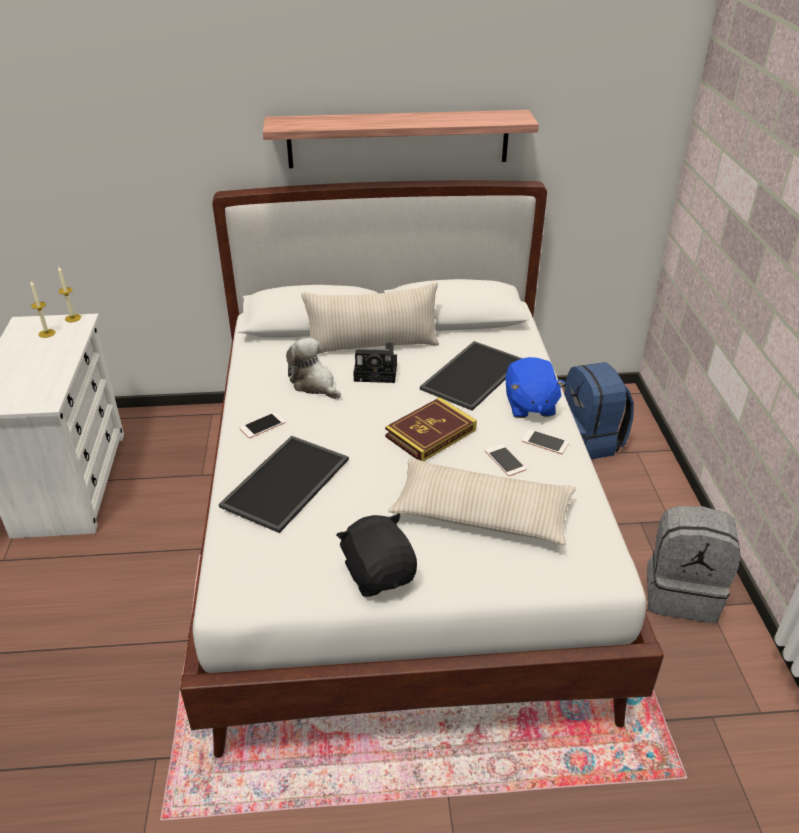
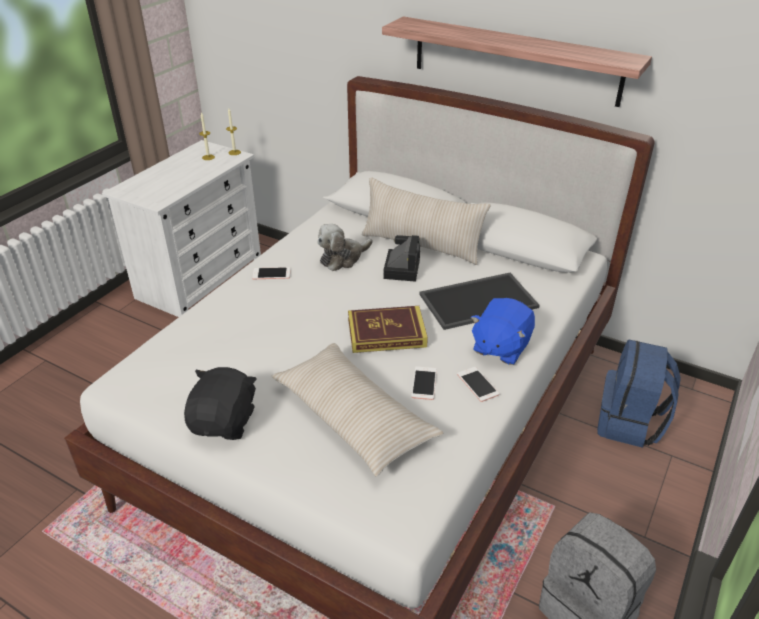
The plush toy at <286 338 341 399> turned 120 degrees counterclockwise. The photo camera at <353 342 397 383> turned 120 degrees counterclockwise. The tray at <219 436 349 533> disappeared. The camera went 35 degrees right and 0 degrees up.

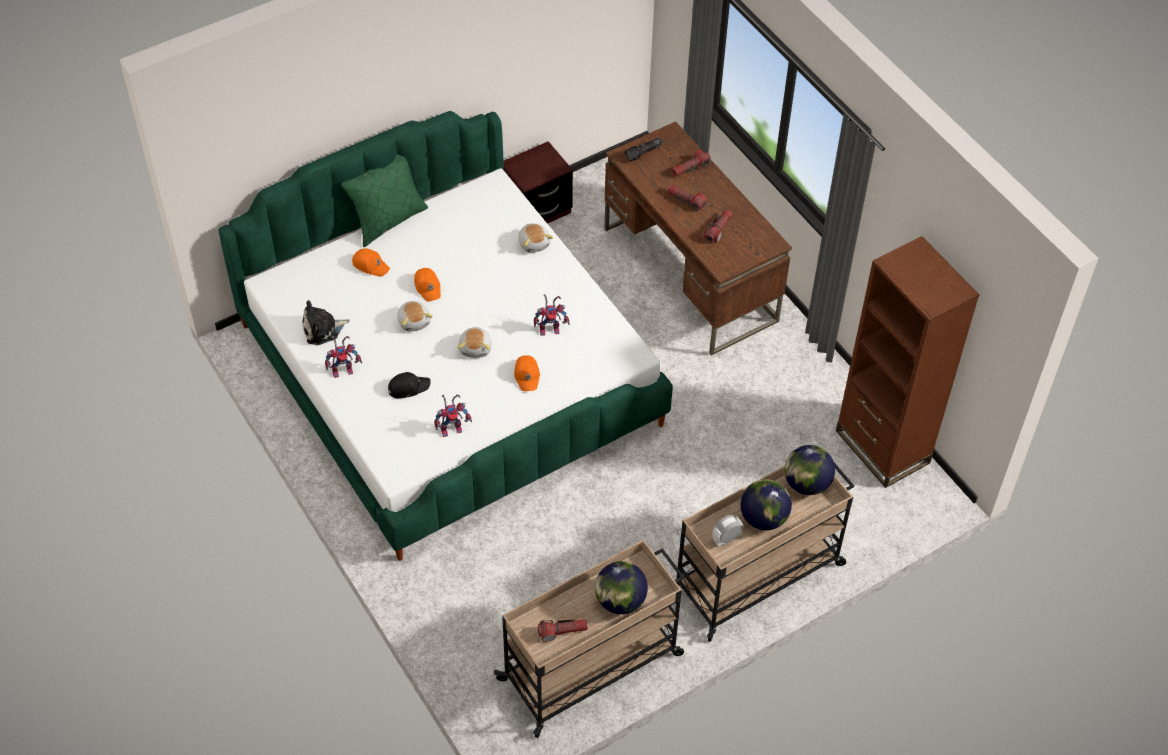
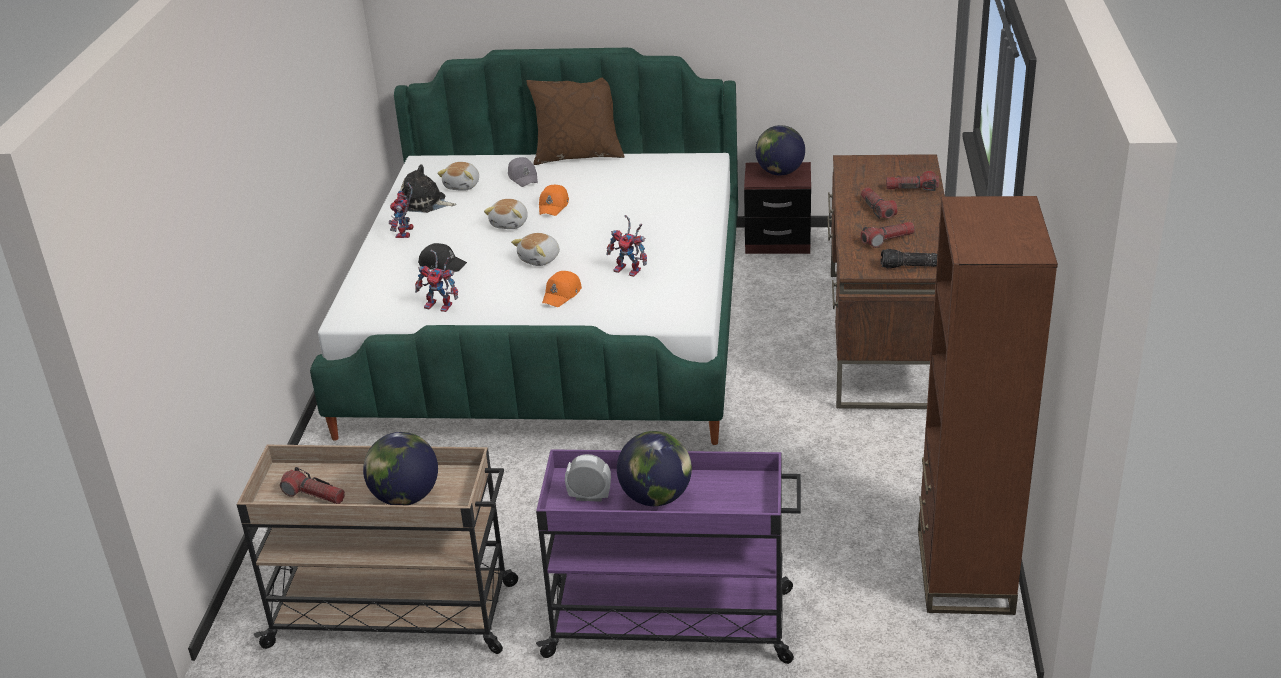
The toy robot at <325 336 362 378> turned 75 degrees clockwise. The plush toy moved from <518 223 553 253> to <437 162 479 191>. The orange cap at <352 248 390 277> became the grey cap at <508 157 538 187>. The green pillow at <341 155 428 247> became the brown pillow at <526 78 625 165>. The beige cart at <677 462 854 642> became the purple cart at <536 449 801 664>. The globe moved from <785 445 835 495> to <755 125 805 175>. The flashlight moved from <625 137 663 161> to <881 249 937 268>. The camera went 40 degrees right and 20 degrees down.

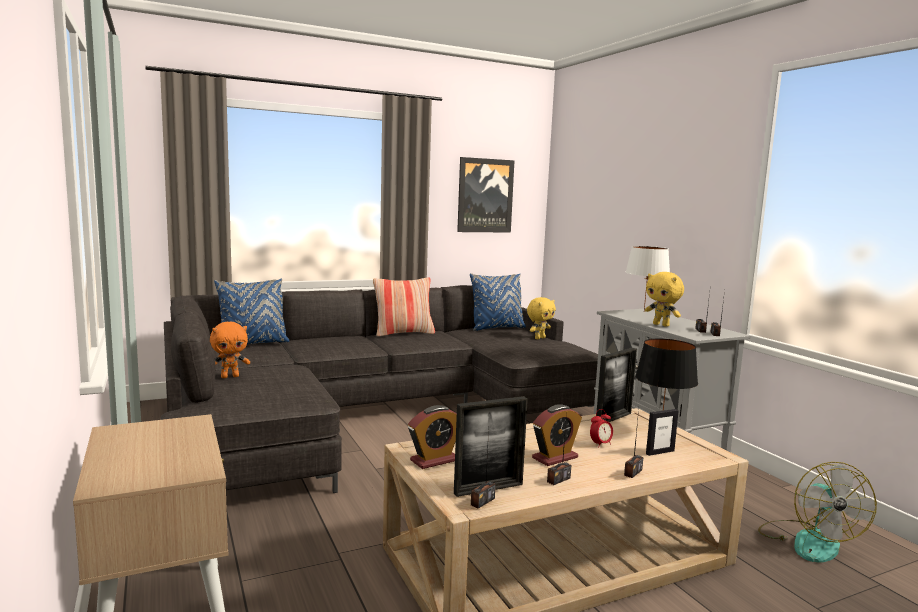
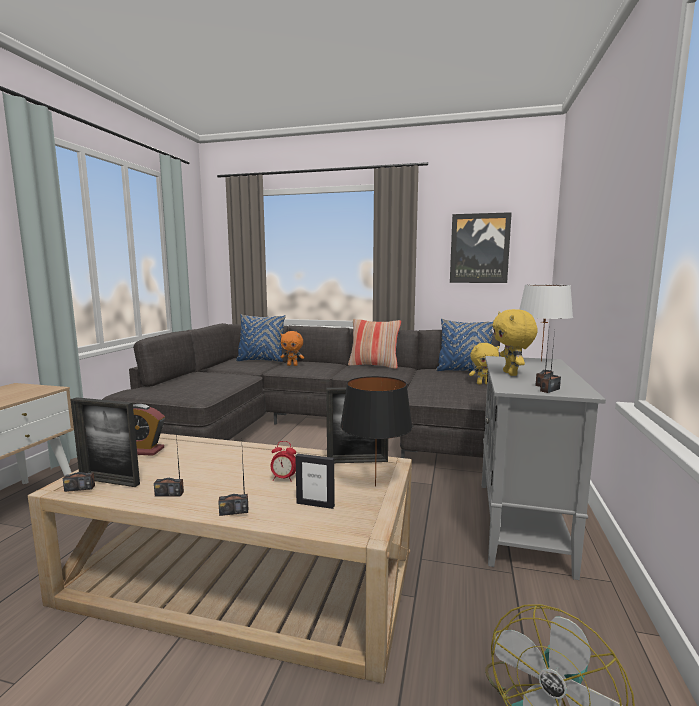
The orange plush toy moved from <210 322 250 378> to <281 331 304 366>. The alarm clock at <532 404 582 466> disappeared. The camera went 40 degrees right and 0 degrees up.

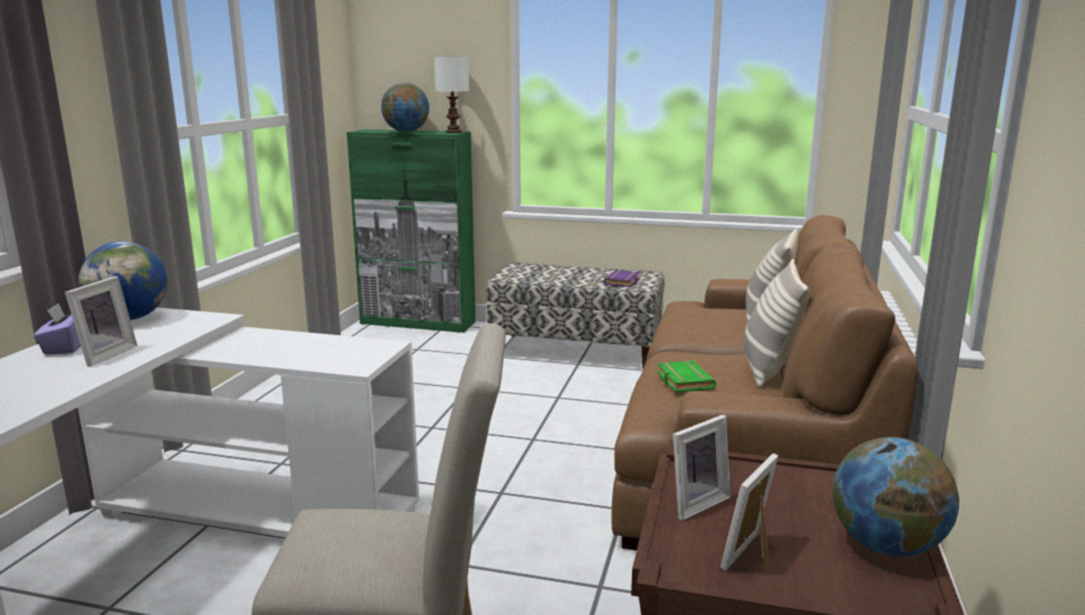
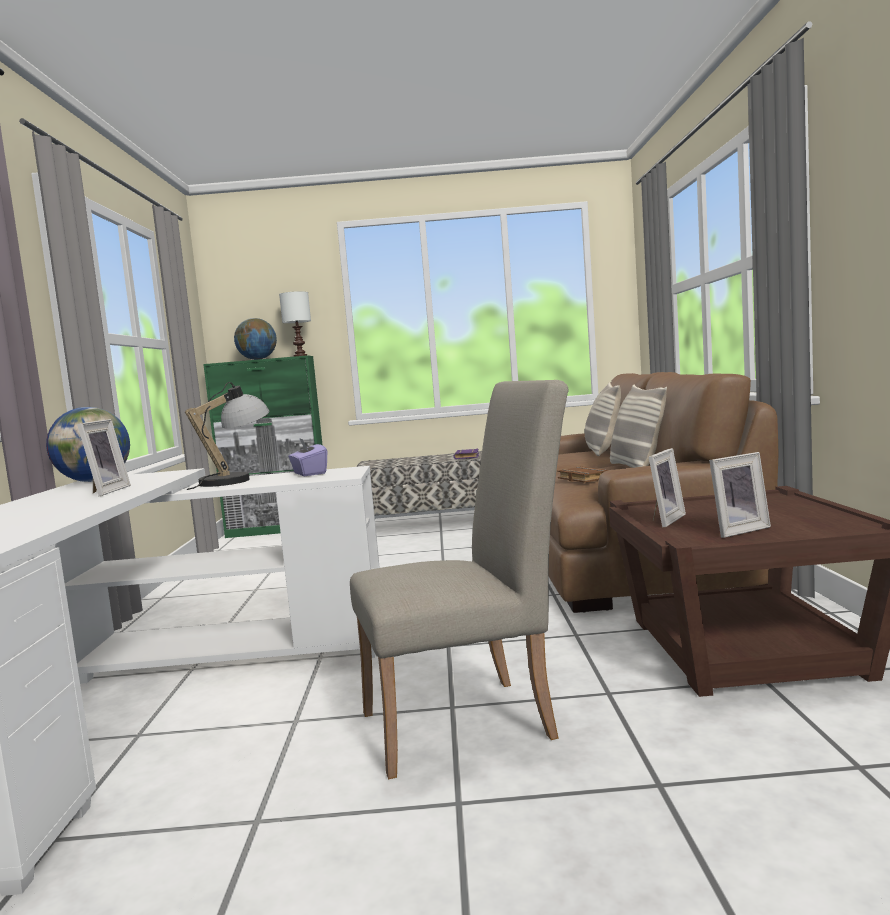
The table lamp at <185 382 270 490> appeared. The purple tissue box moved from <34 303 81 355> to <288 438 327 476>. The green book at <657 361 716 392> became the brown book at <557 467 609 483>. The picture frame at <720 453 779 571> turned 135 degrees counterclockwise. The globe at <833 437 959 556> disappeared. The camera went 15 degrees left and 10 degrees down.

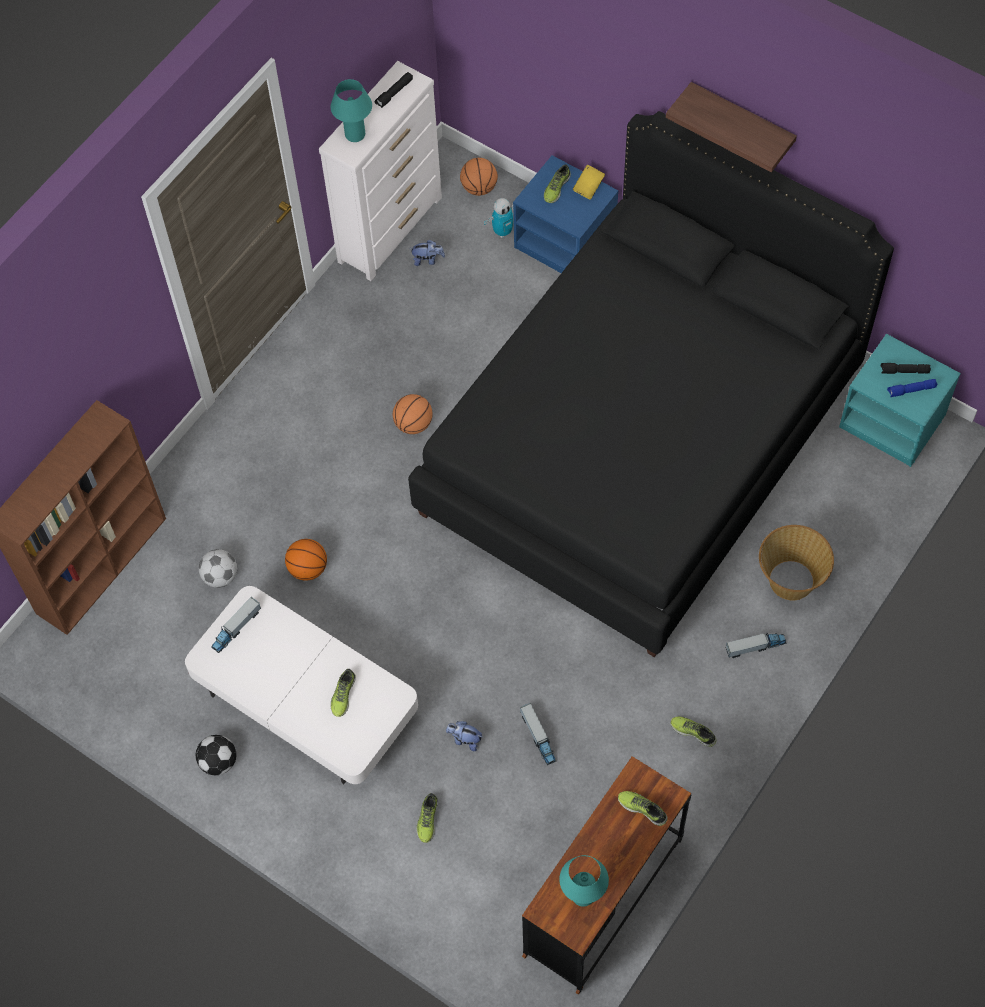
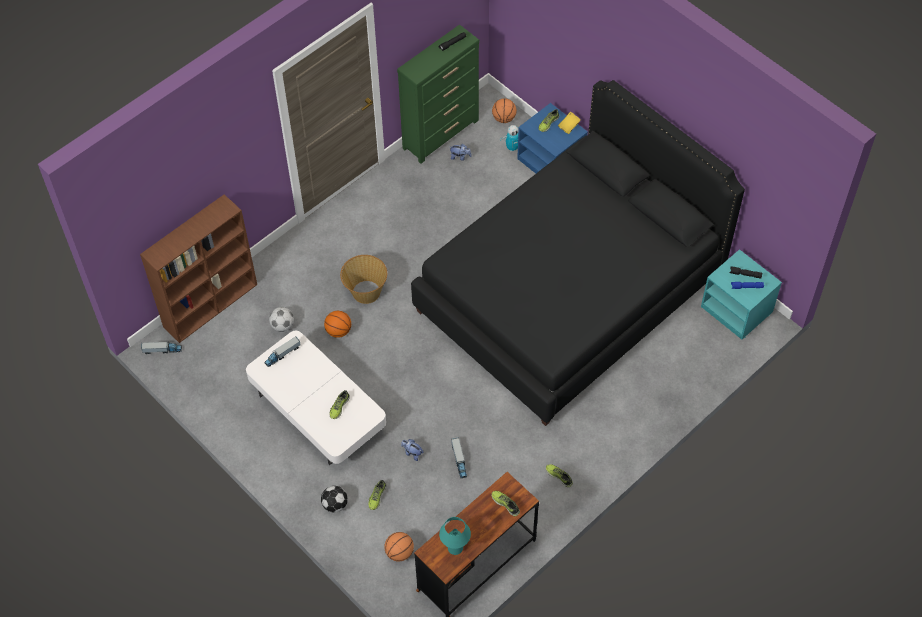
The toy truck moved from <726 632 786 658> to <141 341 182 354>. The football moved from <196 735 236 775> to <321 486 348 513>. The basket moved from <759 525 834 600> to <340 255 387 304>. The basketball moved from <393 394 433 434> to <384 532 414 562>. The white dresser at <319 61 442 281> became the green dresser at <397 24 479 164>. The turquoise table lamp at <331 79 372 142> disappeared. The shelf at <666 82 797 172> disappeared. The camera went 10 degrees right and 5 degrees down.

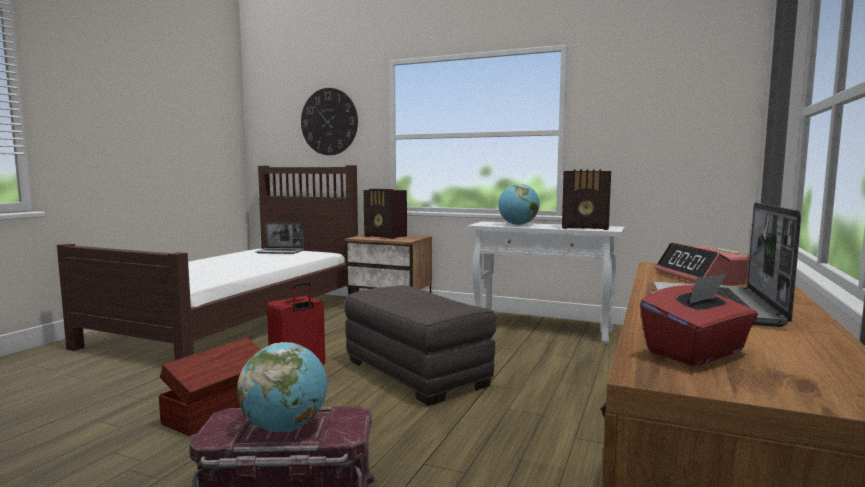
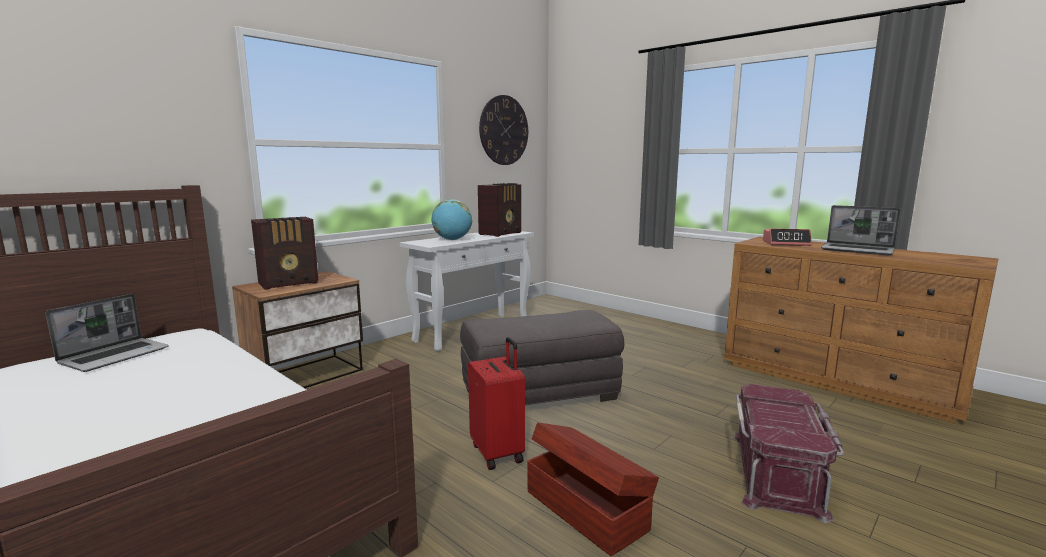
The wall clock moved from <301 88 358 155> to <479 95 528 165>. The globe at <237 342 327 433> disappeared. The red tissue box at <640 273 758 366> disappeared. The camera went 70 degrees left and 5 degrees up.

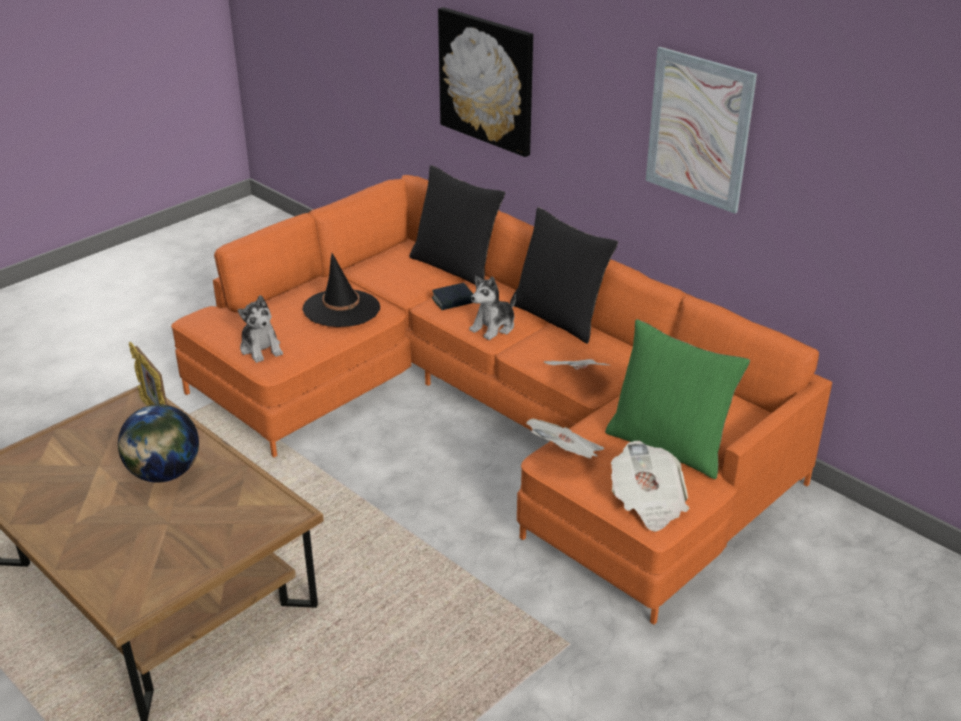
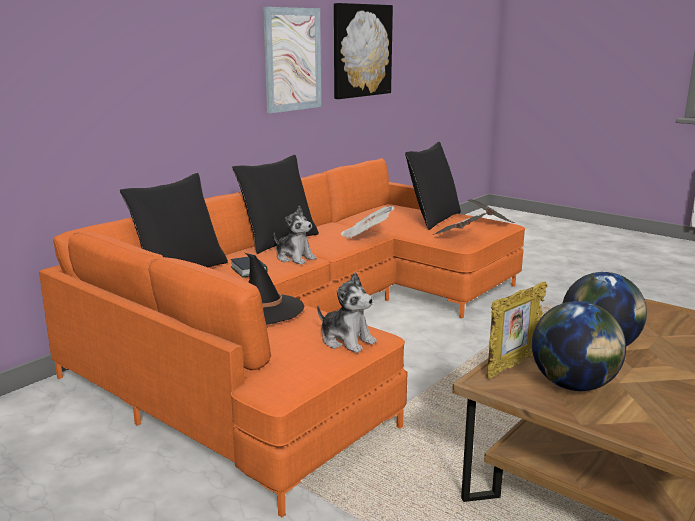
The plush toy at <238 295 283 363> turned 75 degrees clockwise. The picture moved from <438 7 533 157> to <334 3 393 99>. The green pillow at <605 319 750 479> became the black pillow at <405 141 461 230>. The globe at <532 301 626 391> appeared. The camera went 95 degrees left and 15 degrees down.

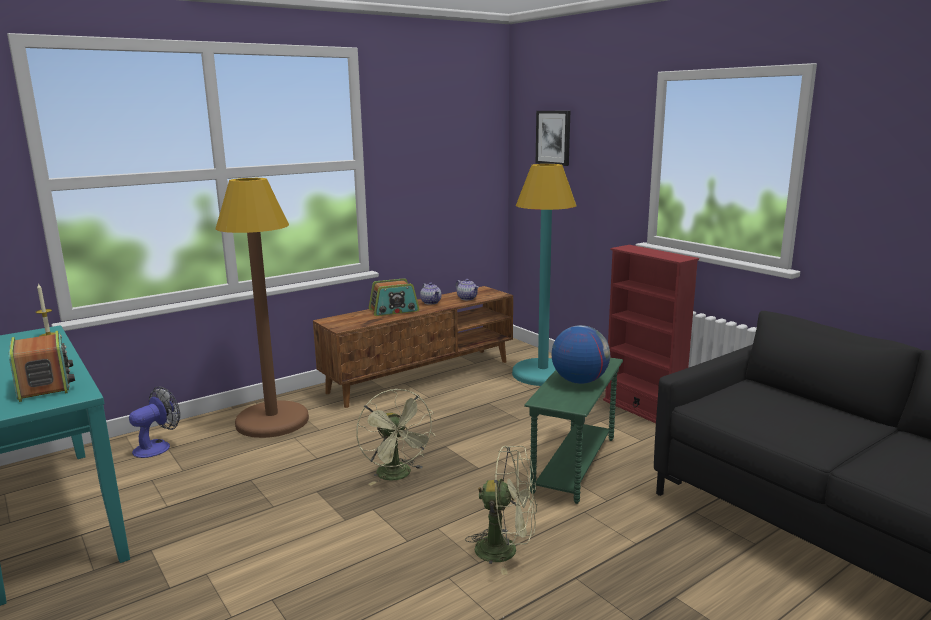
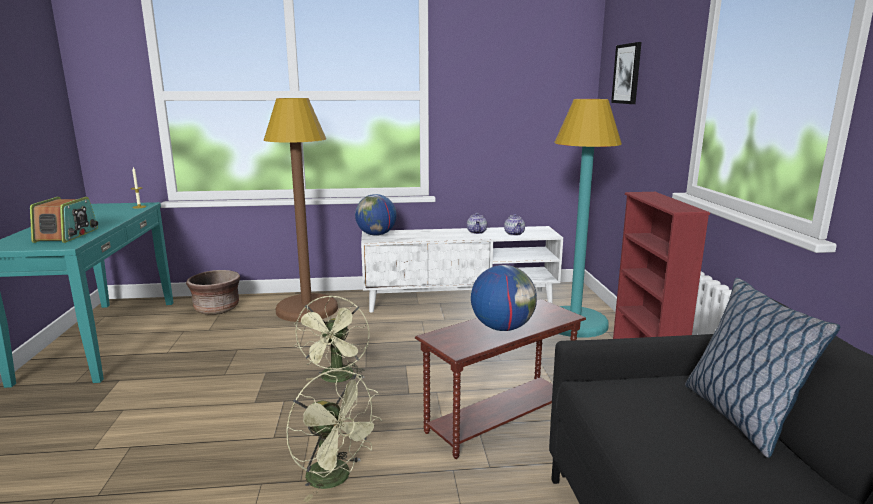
The fan at <129 386 180 458> was replaced by the brown planter at <186 270 240 315>. The globe at <355 194 397 236> appeared. The brown tv stand at <313 286 513 408> became the white tv stand at <361 226 563 313>. The green side table at <524 358 623 504> became the brown side table at <415 299 586 459>. The pillow at <685 278 840 458> appeared. The radio at <369 278 419 316> disappeared. The camera went 30 degrees right and 0 degrees up.

